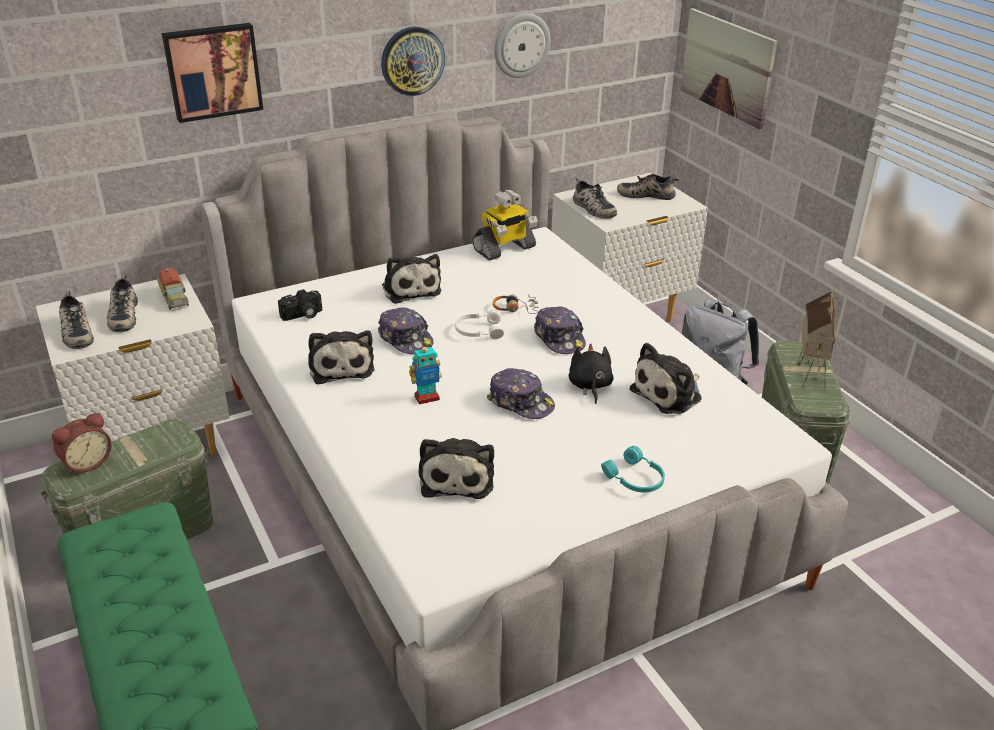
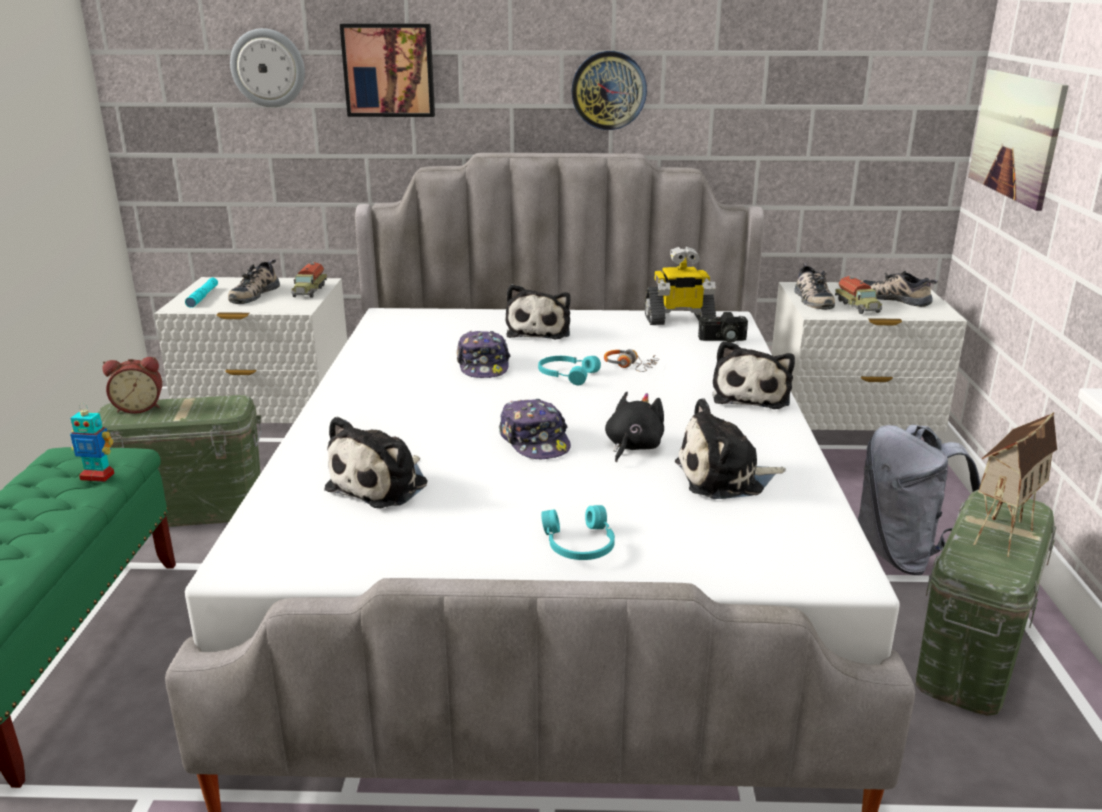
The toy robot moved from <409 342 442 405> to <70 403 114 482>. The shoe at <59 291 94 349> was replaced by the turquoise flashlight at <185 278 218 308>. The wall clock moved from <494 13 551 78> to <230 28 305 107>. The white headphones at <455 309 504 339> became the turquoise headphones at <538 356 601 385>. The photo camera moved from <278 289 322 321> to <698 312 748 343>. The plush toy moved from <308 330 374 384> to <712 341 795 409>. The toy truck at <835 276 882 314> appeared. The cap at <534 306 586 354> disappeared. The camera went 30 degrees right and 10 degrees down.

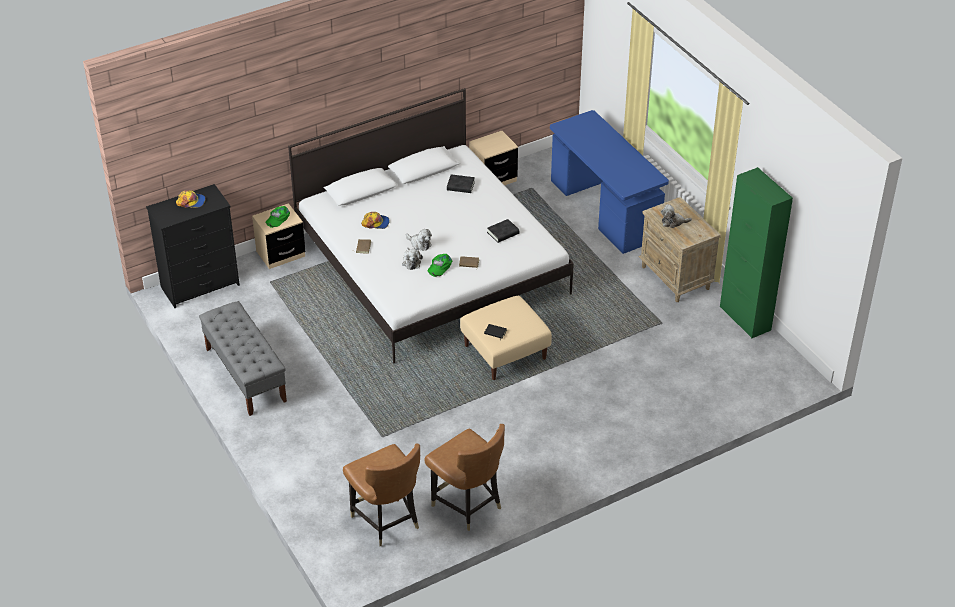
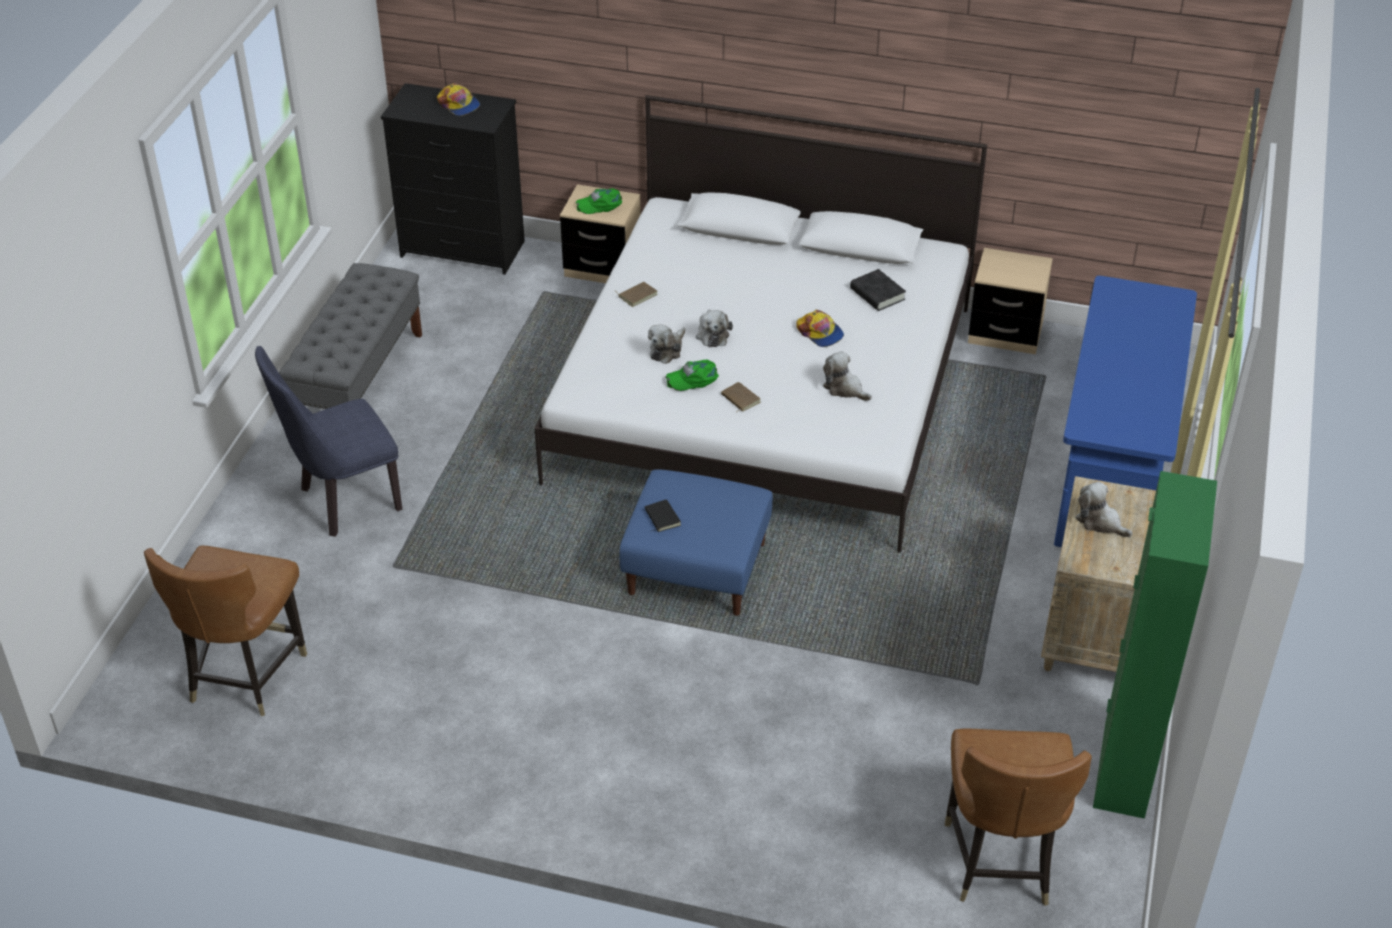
The blue chair at <255 346 402 537> appeared. The beige ottoman at <460 296 552 380> became the blue ottoman at <619 469 773 616>. The cap moved from <361 212 390 229> to <796 310 844 347>. The black book at <487 219 519 243> was replaced by the plush toy at <823 351 872 401>. The brown chair moved from <425 424 505 531> to <945 729 1092 906>. The camera went 45 degrees right and 0 degrees up.

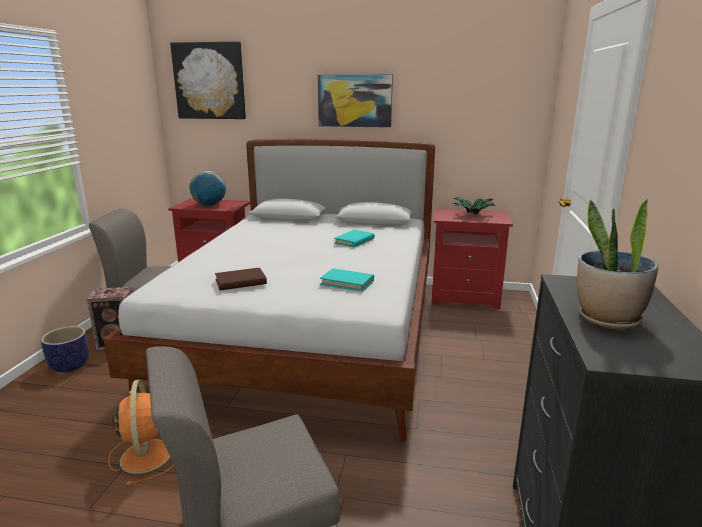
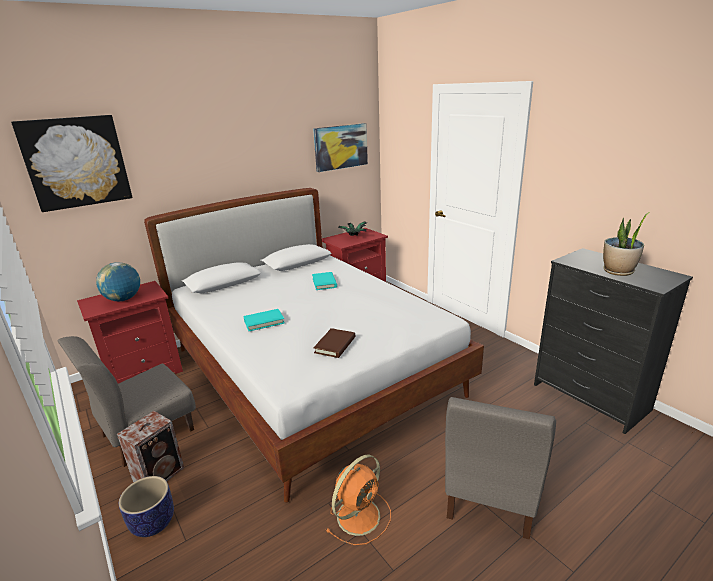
The turquoise book moved from <320 268 374 292> to <243 309 285 331>. The picture moved from <317 74 393 128> to <313 123 368 172>. The orange fan at <108 380 174 486> turned 105 degrees clockwise. The camera went 45 degrees left and 5 degrees up.

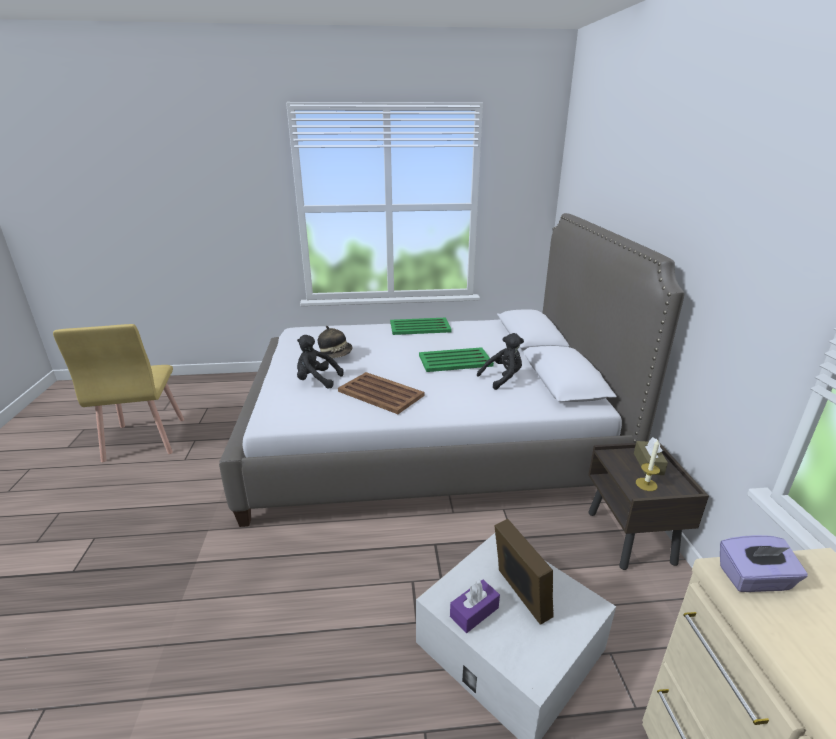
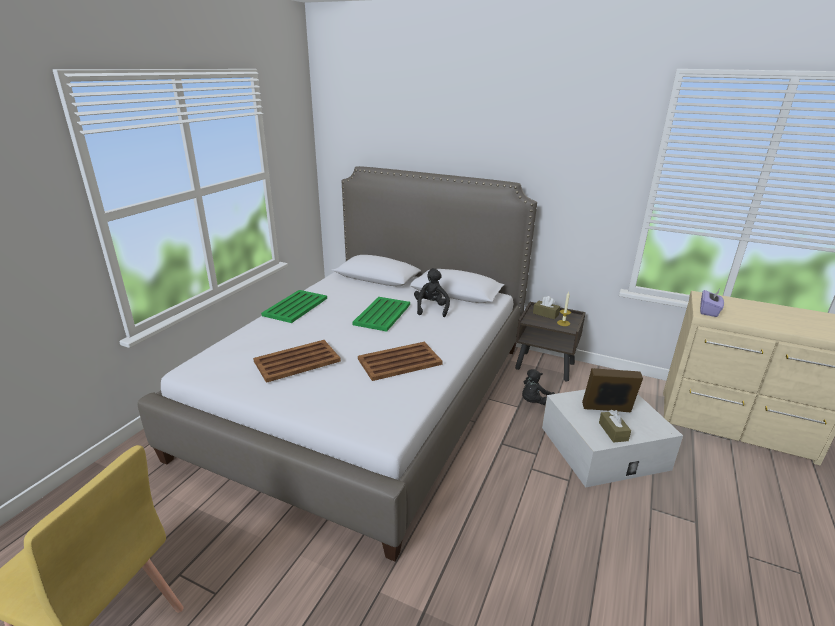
The hat at <318 326 352 358> was replaced by the brown tray at <253 340 341 383>. The black plush toy moved from <297 335 344 388> to <522 369 555 405>. The purple tissue box at <450 579 500 633> became the brown tissue box at <599 410 631 443>. The camera went 60 degrees left and 0 degrees up.

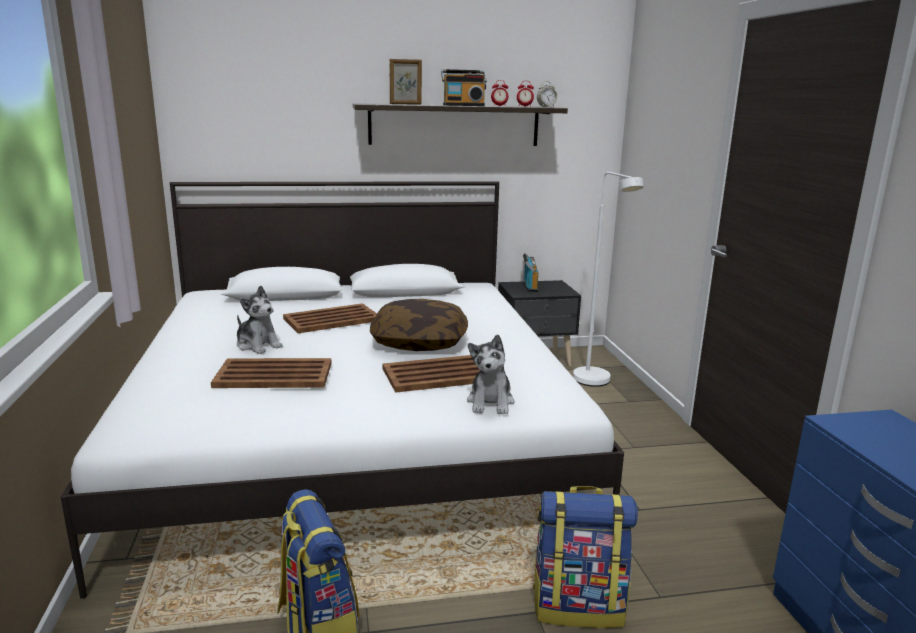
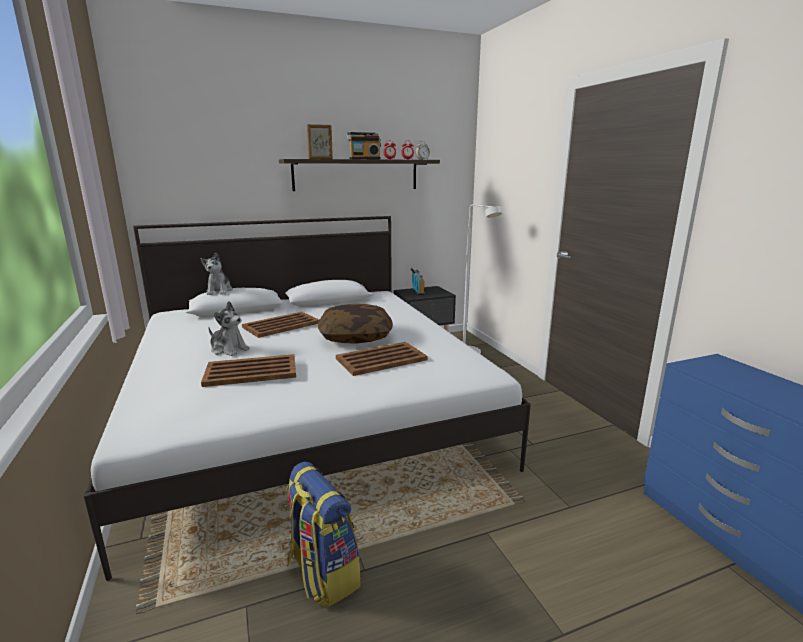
The plush toy moved from <467 334 514 415> to <201 253 233 295>. The backpack at <533 486 638 628> disappeared. The camera went 10 degrees left and 0 degrees up.

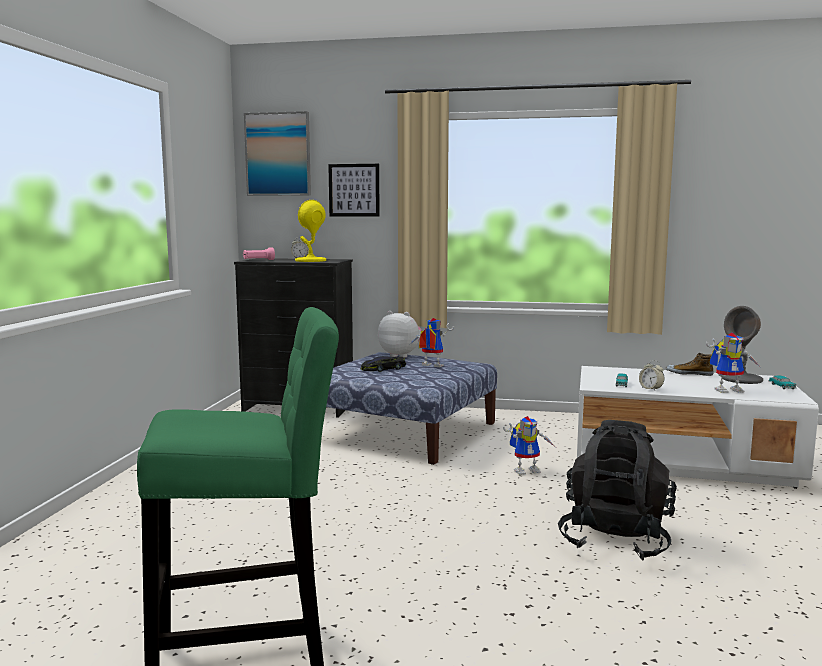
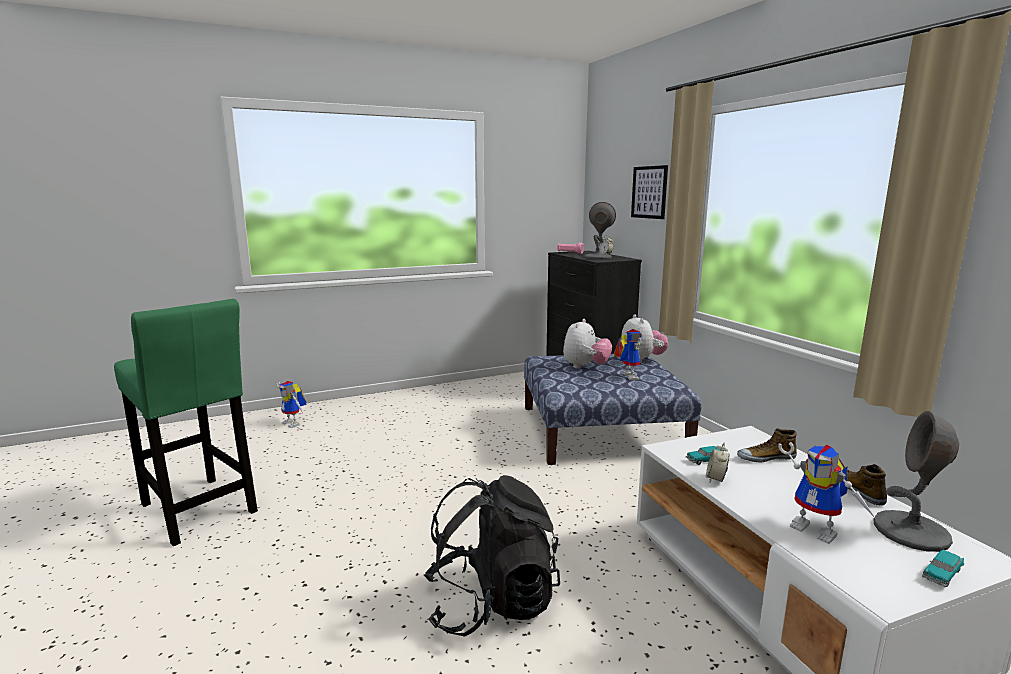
The toy robot moved from <503 416 554 475> to <276 381 306 428>. The black toy car at <361 356 406 372> was replaced by the plush toy at <563 319 612 369>. The yellow table lamp at <295 200 326 262> became the grey table lamp at <583 202 616 259>. The shoe at <737 428 797 463> appeared. The picture at <244 111 311 196> disappeared. The camera went 55 degrees right and 5 degrees up.

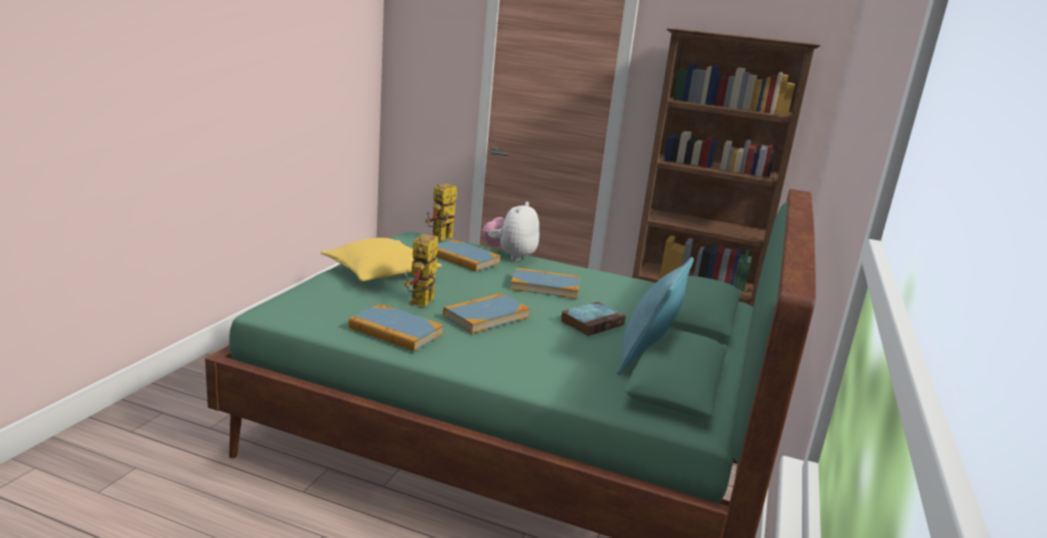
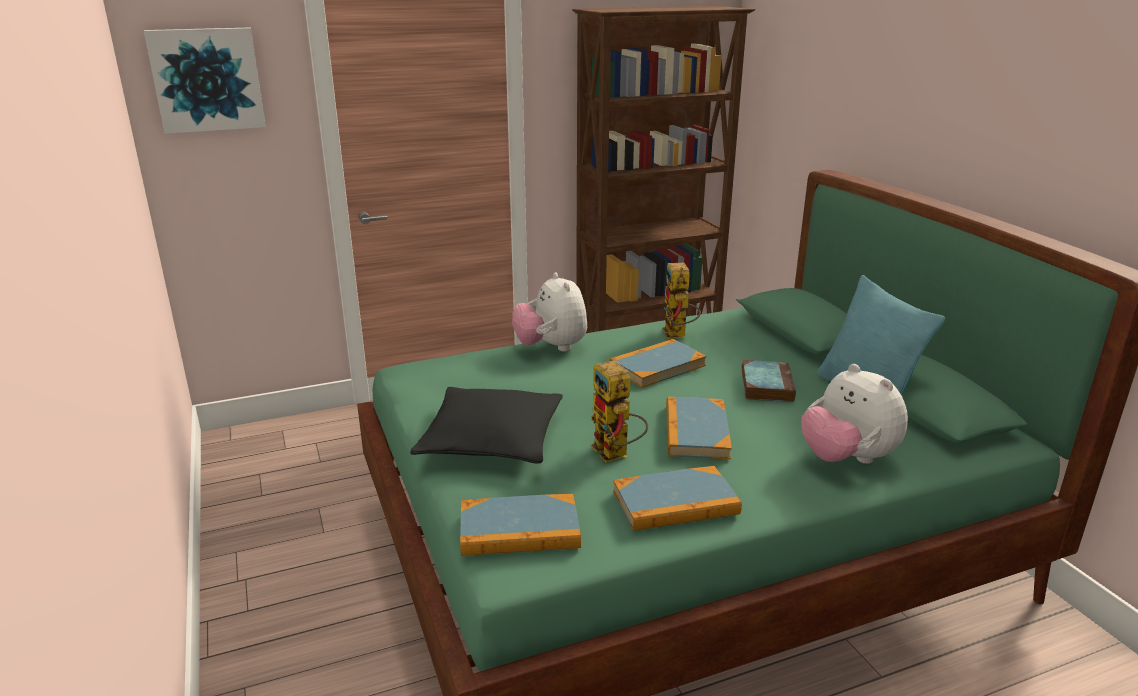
The picture at <144 28 266 134> appeared. The yellow pillow at <321 238 442 281> became the black pillow at <410 387 563 463>. The book moved from <436 240 501 272> to <460 494 581 556>. The toy robot moved from <425 183 457 241> to <662 263 701 339>. The plush toy at <801 364 908 464> appeared. The camera went 40 degrees left and 5 degrees up.

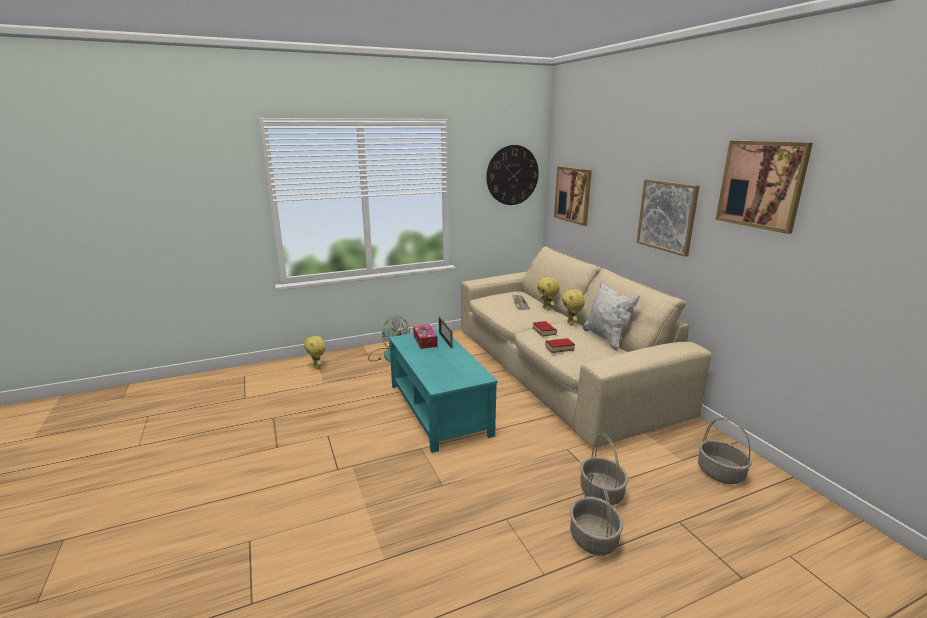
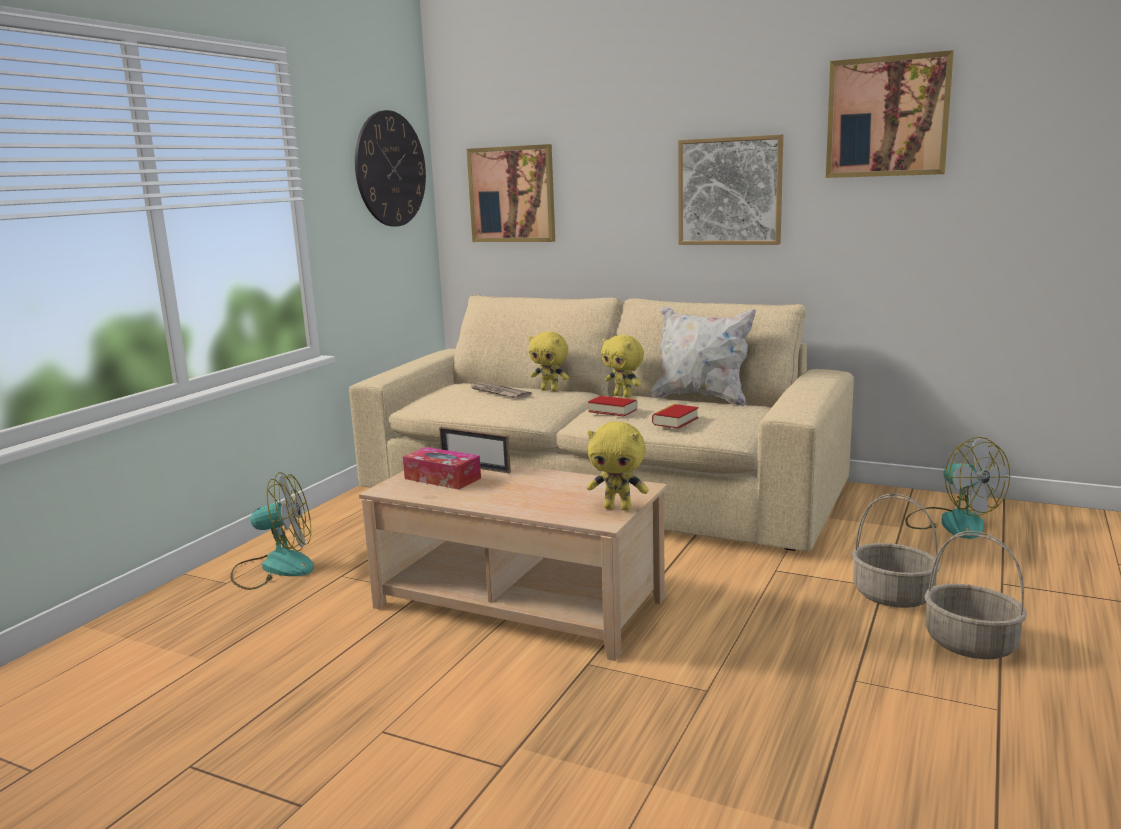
The turquoise coffee table at <389 329 498 453> became the beige coffee table at <359 465 667 661>. The yellow plush toy moved from <304 336 326 369> to <587 421 649 511>. The basket at <698 417 752 484> was replaced by the fan at <905 437 1010 539>. The camera went 40 degrees left and 5 degrees down.

